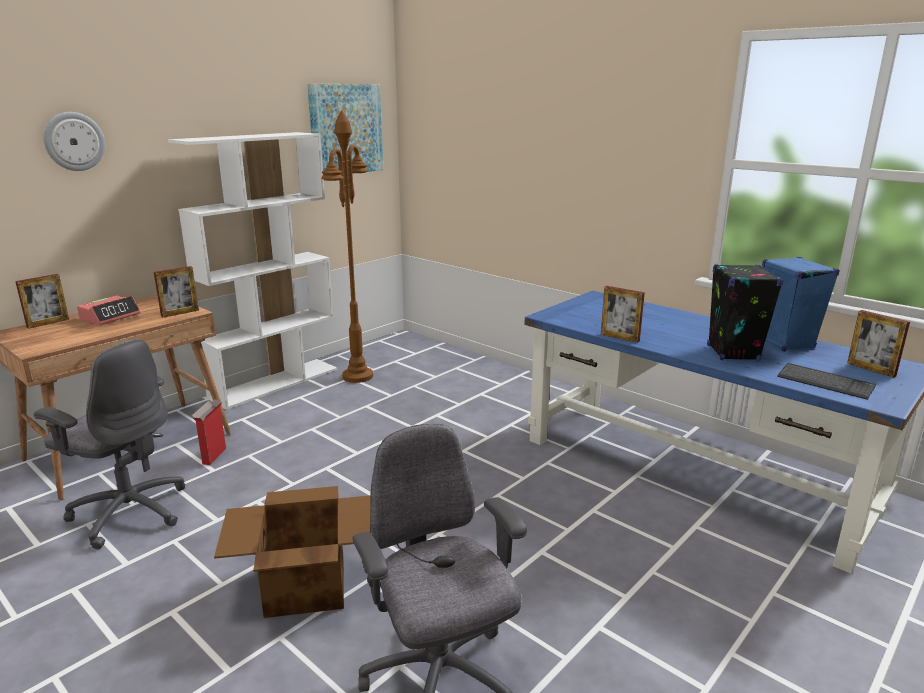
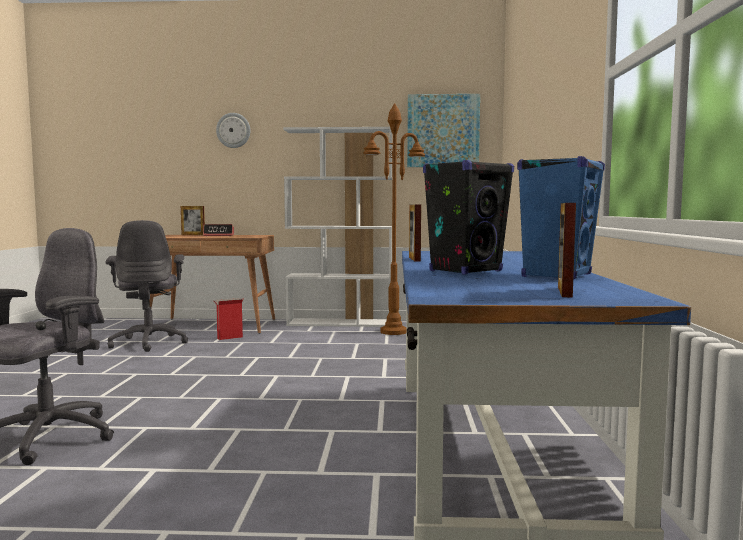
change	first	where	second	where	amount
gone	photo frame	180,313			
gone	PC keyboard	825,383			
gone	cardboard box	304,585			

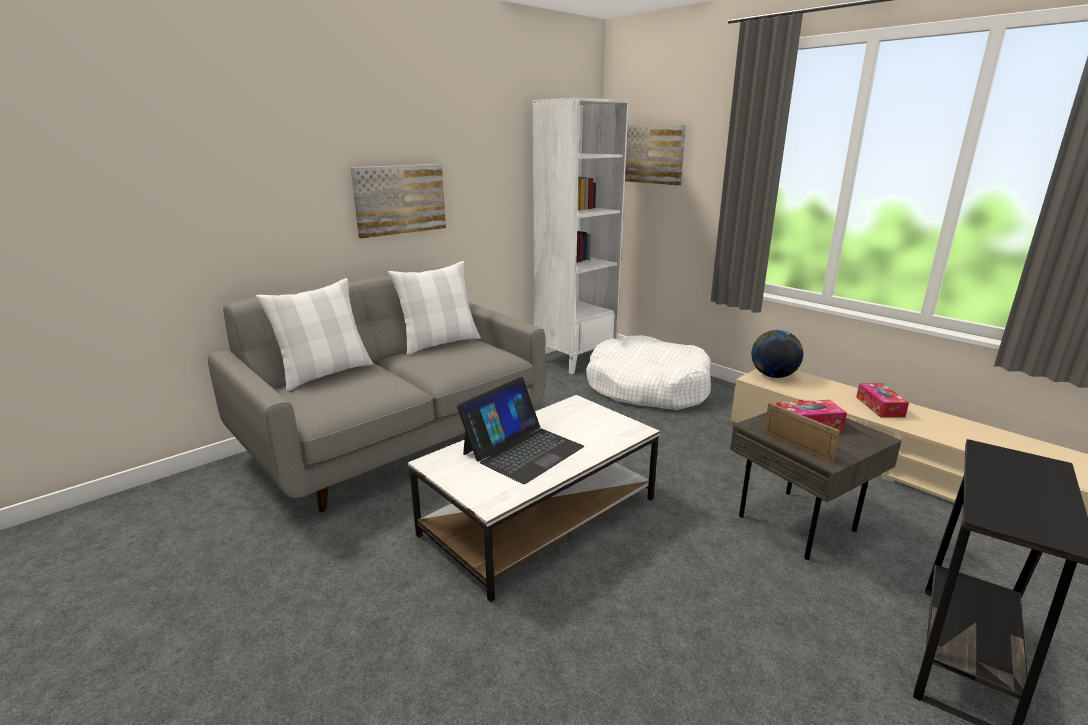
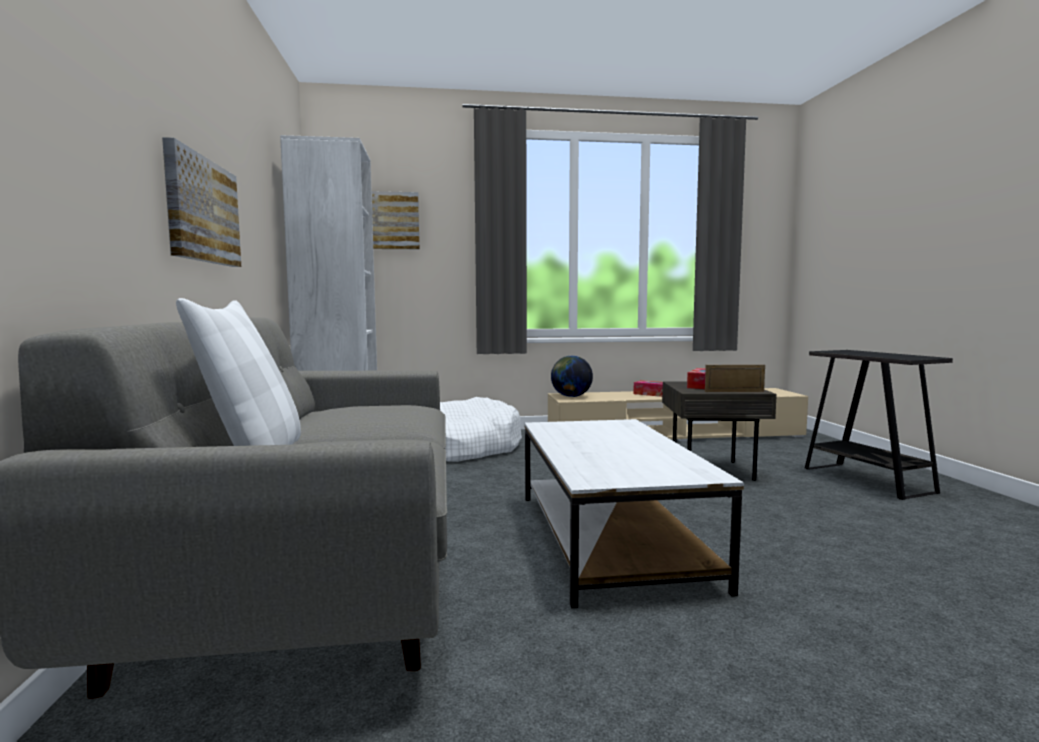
change	first	where	second	where	amount
gone	white throw pillow	439,343			
gone	notebook computer	522,450			

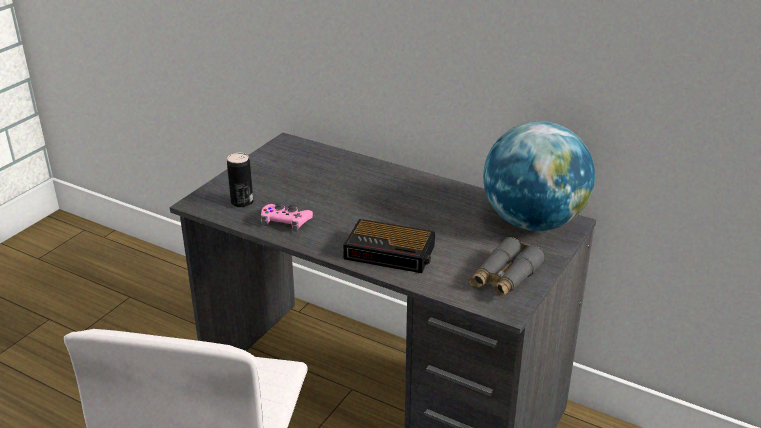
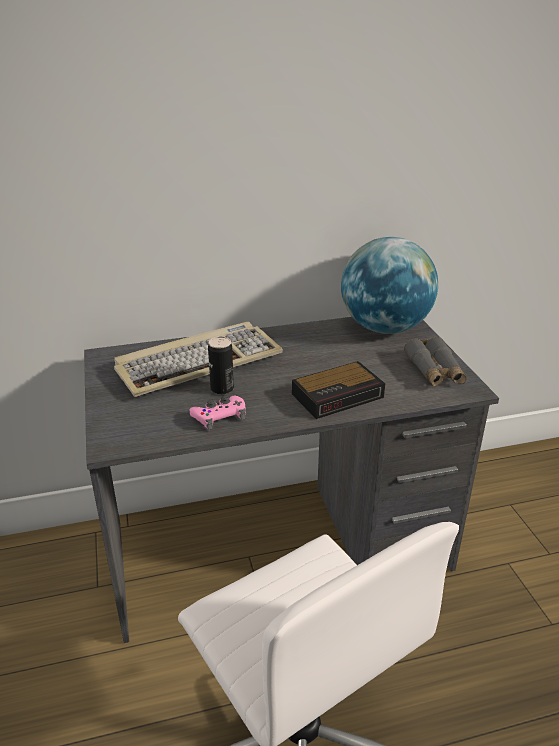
change	first	where	second	where	amount
shifted	sealed can	242,202		222,388	
new			PC keyboard	199,362	

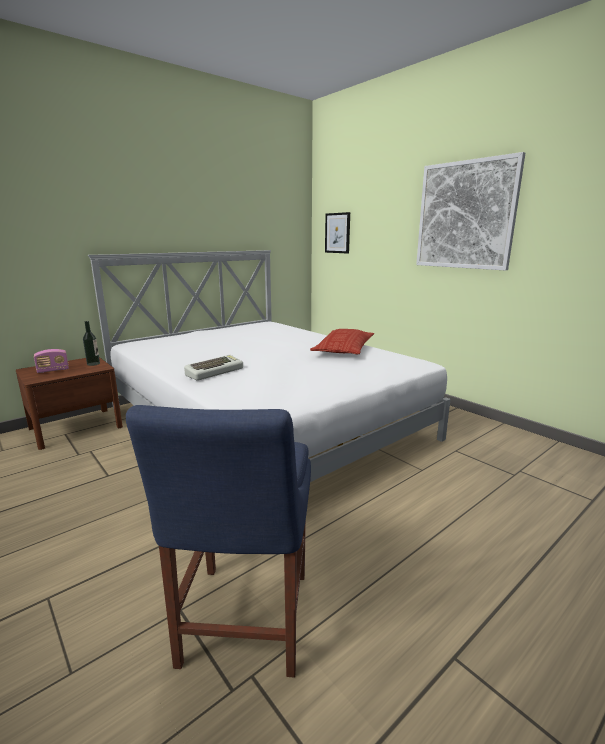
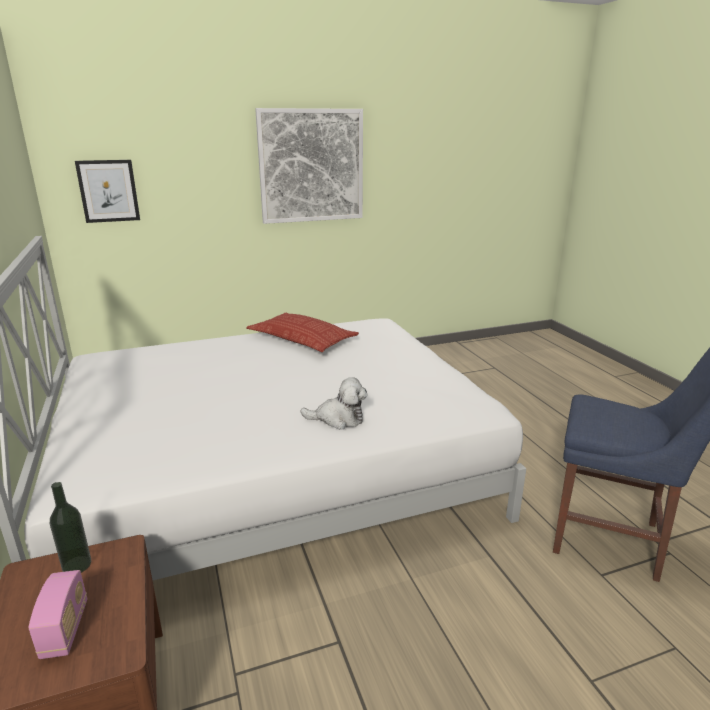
change	first	where	second	where	amount
swapped	PC keyboard	214,371	soft toy	338,419	

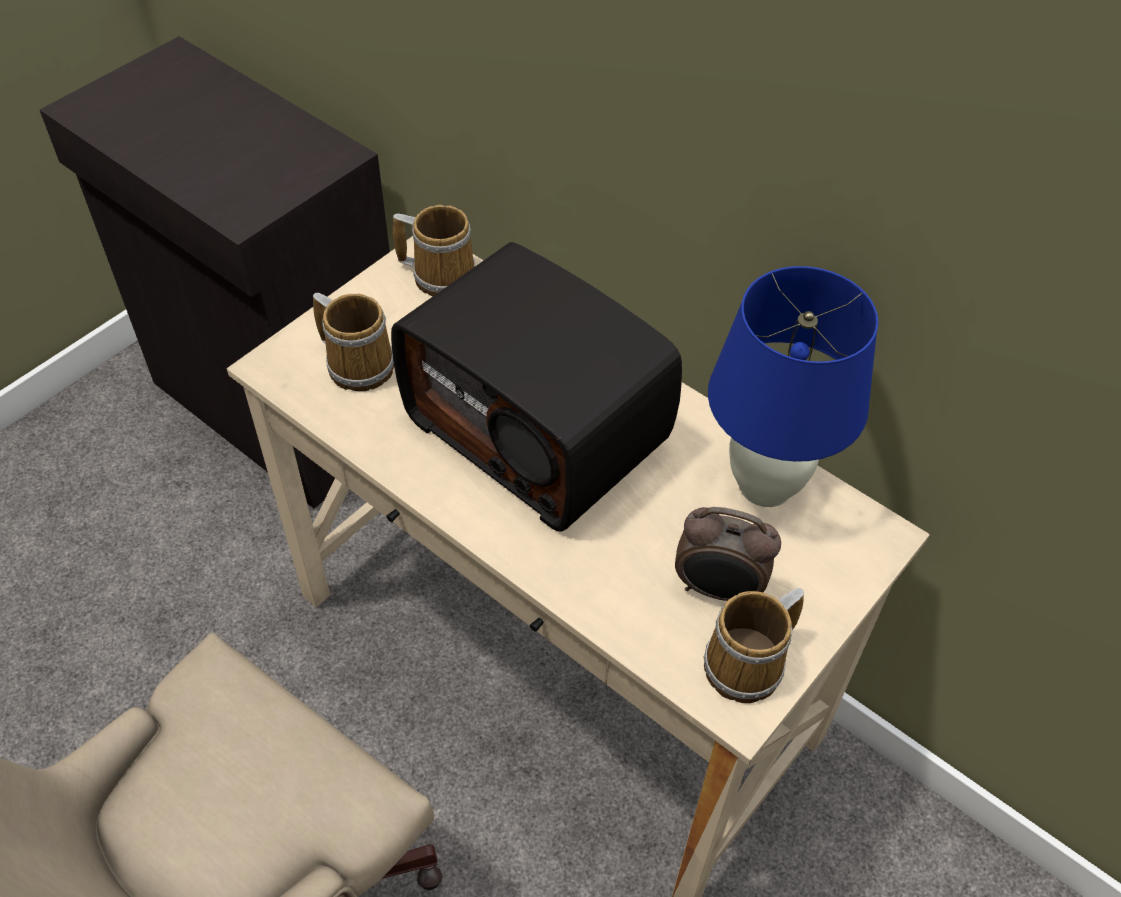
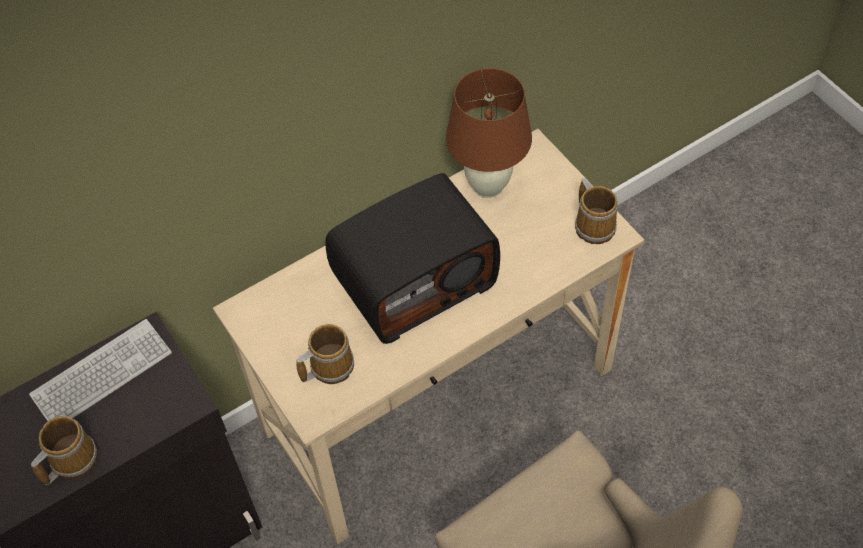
change	first	where	second	where	amount
shifted	mug	441,274		70,460	
repainted	blue table lamp	765,485	brown table lamp	487,186	
gone	bedside clock	718,590			
new			PC keyboard	102,375	

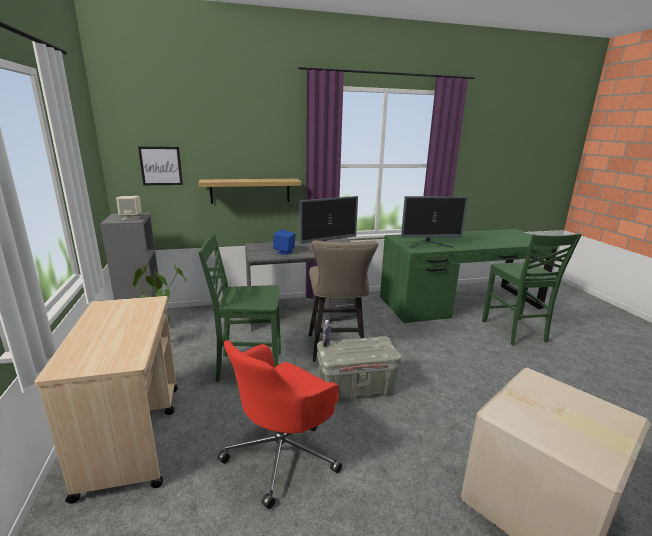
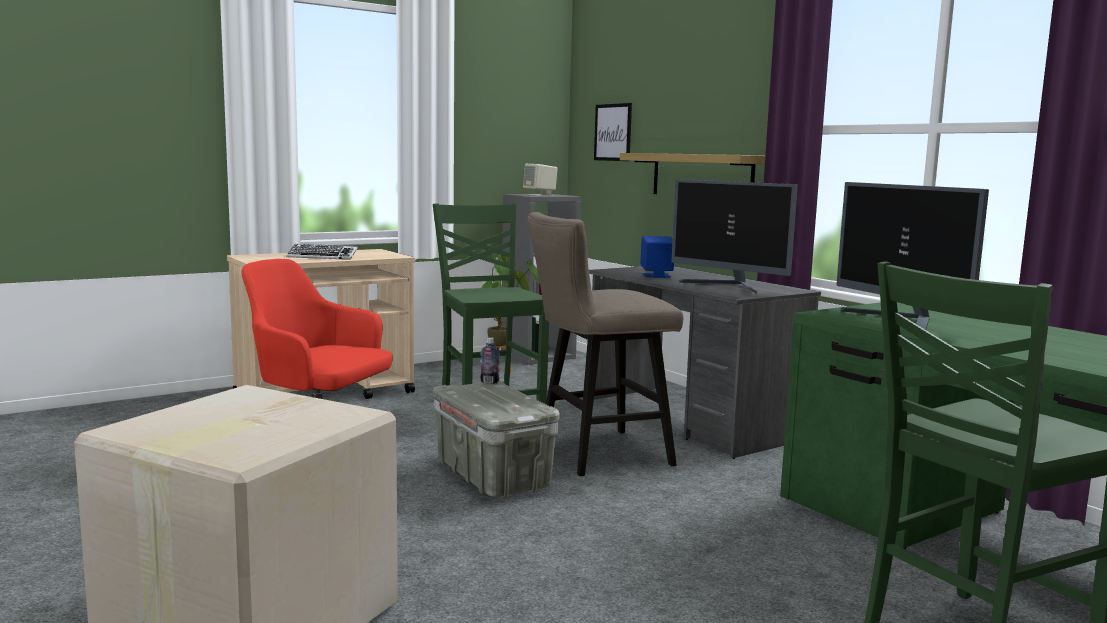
change	first	where	second	where	amount
new			PC keyboard	322,257	

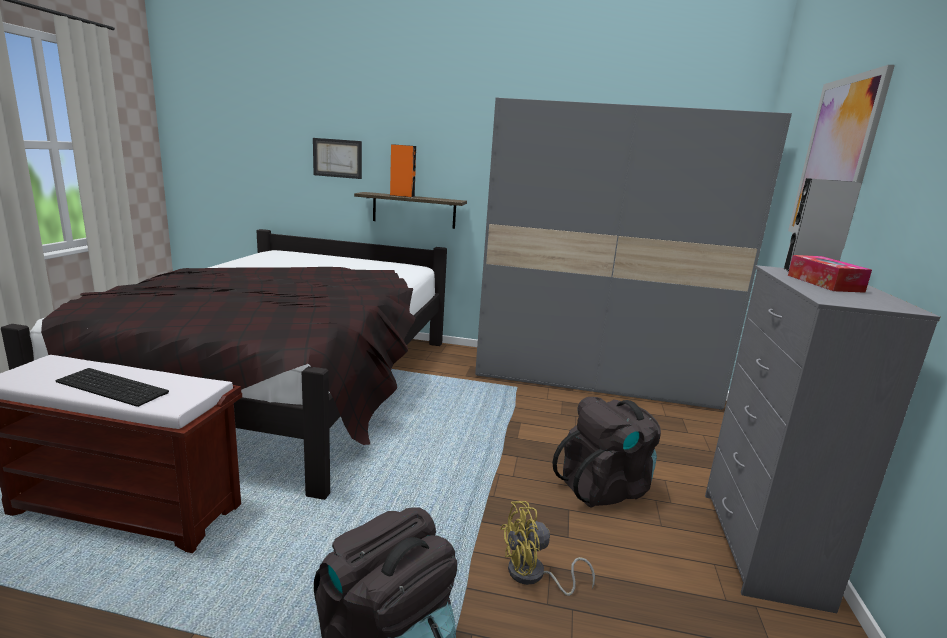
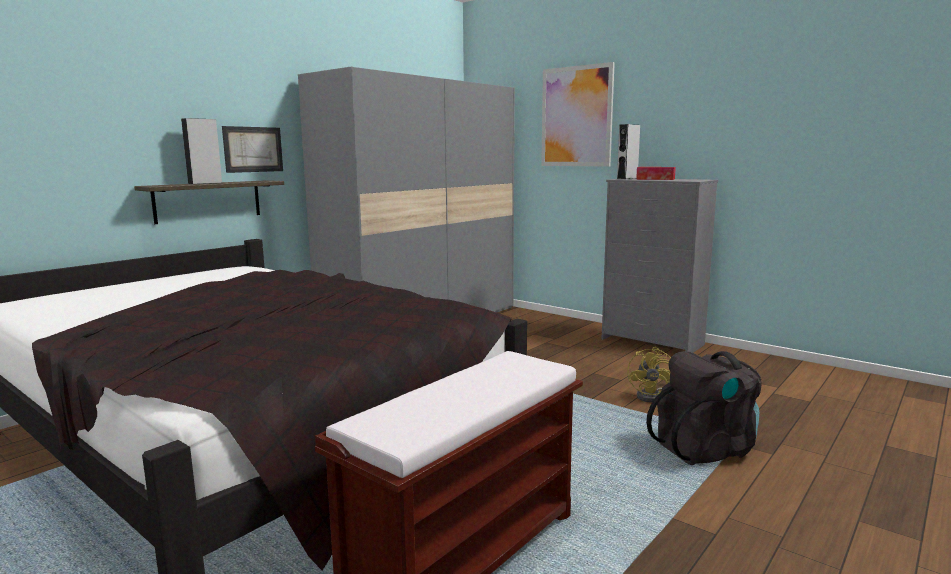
change	first	where	second	where	amount
shifted	picture	337,158		253,149	
repainted	orange speaker	402,196	gray speaker	205,183	
gone	PC keyboard	115,386			
gone	blackish knapsack	605,488			

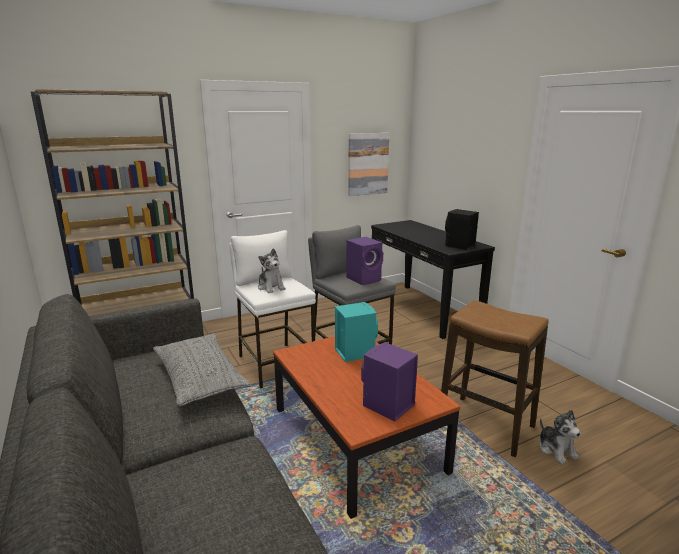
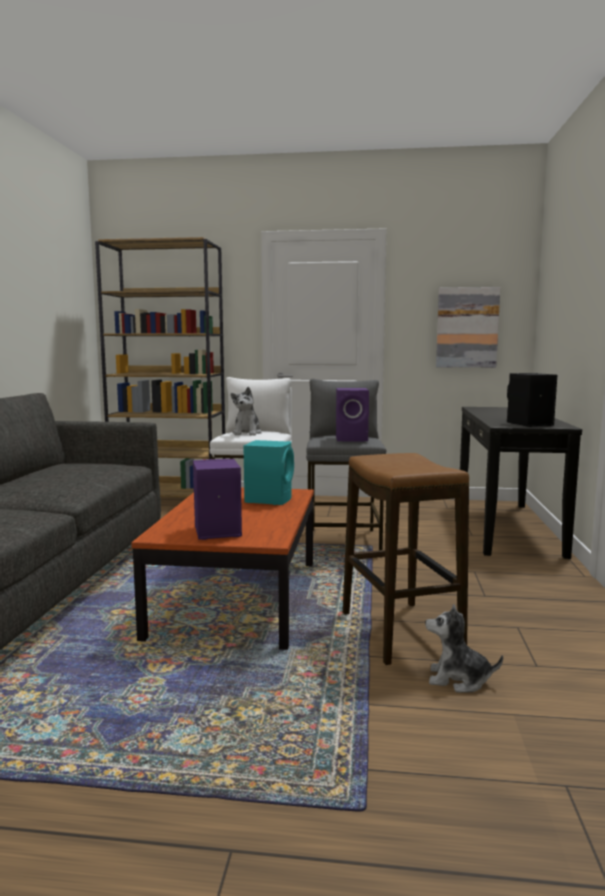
change	first	where	second	where	amount
gone	gray throw pillow	200,379			
rotated	soft toy	556,450		458,680	90 degrees clockwise

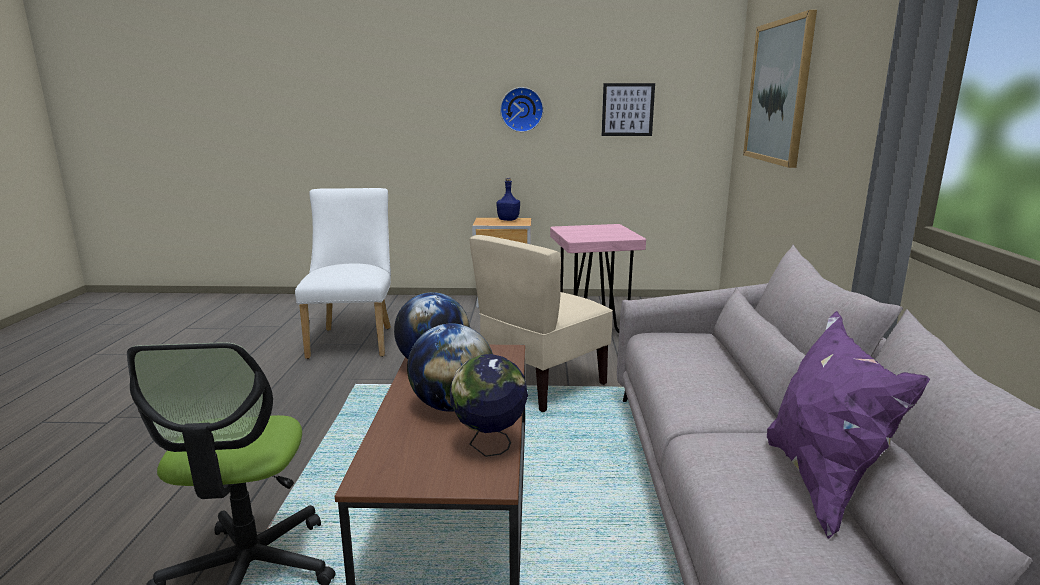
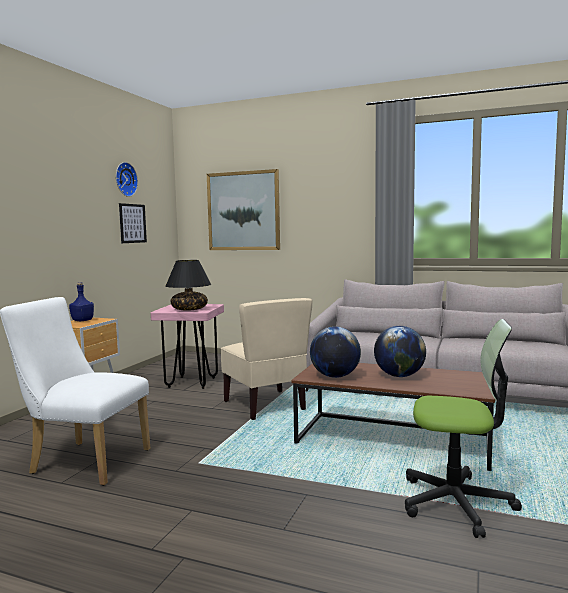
change	first	where	second	where	amount
shifted	clock on the wall	521,109		124,179	
gone	purple throw pillow	821,483			
gone	world globe	489,446			
new			blackish table lamp	189,309	

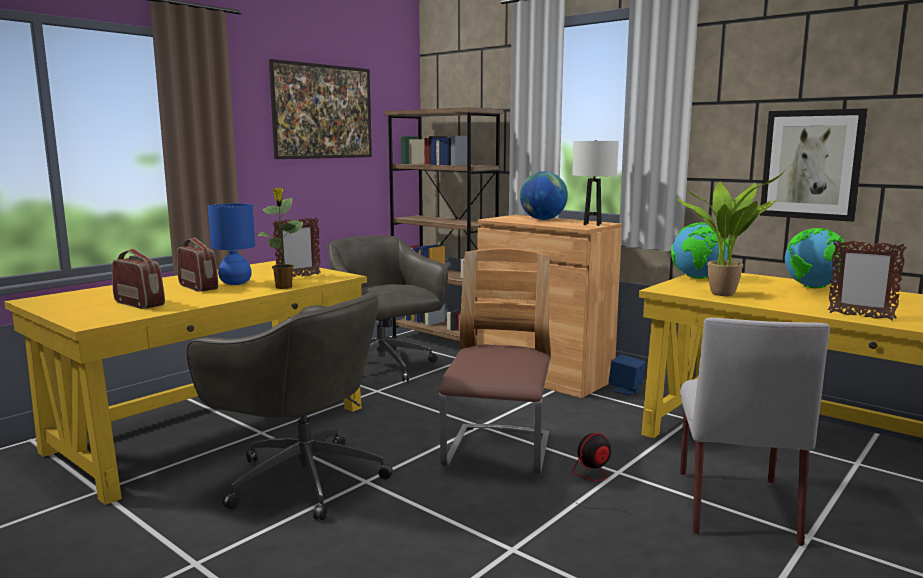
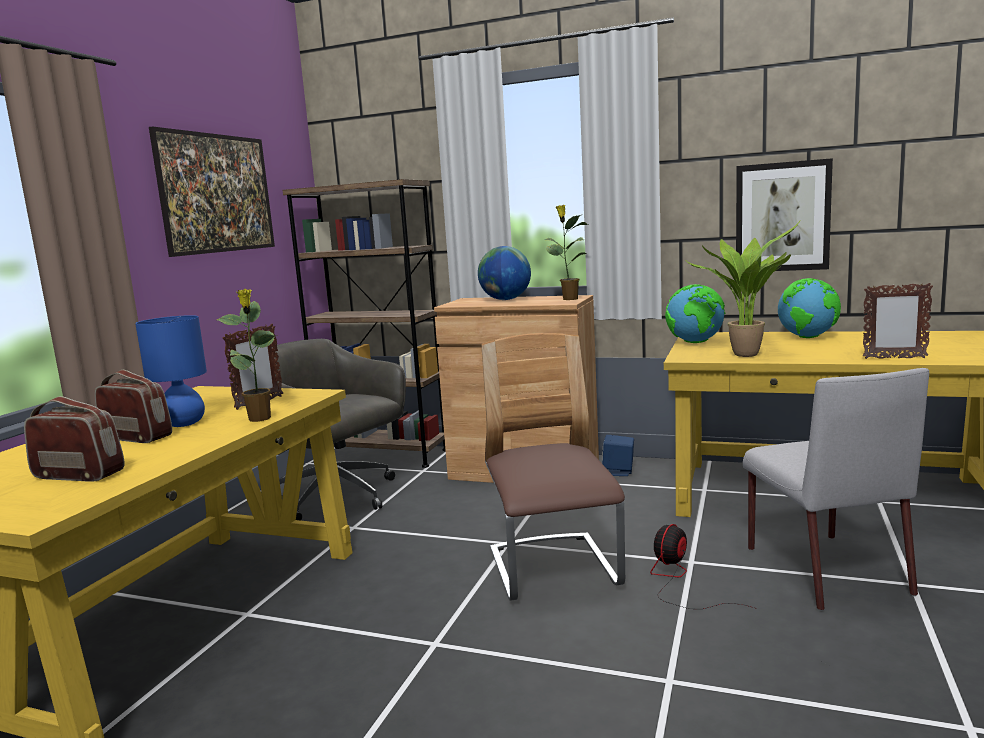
change	first	where	second	where	amount
swapped	white table lamp	592,224	houseplant	569,299	
gone	gray computer chair	302,478			

